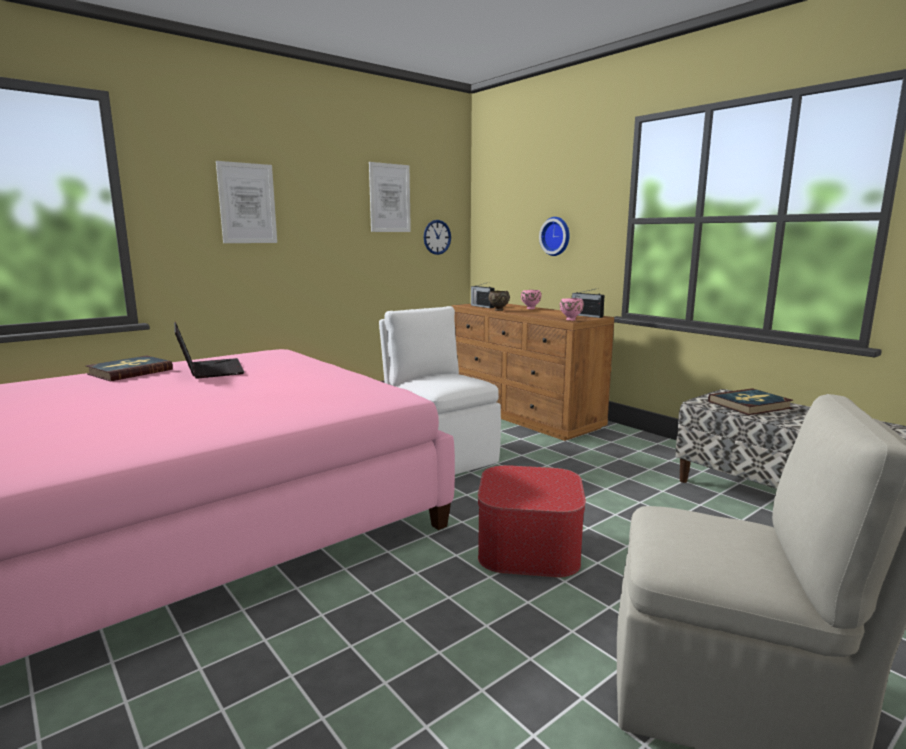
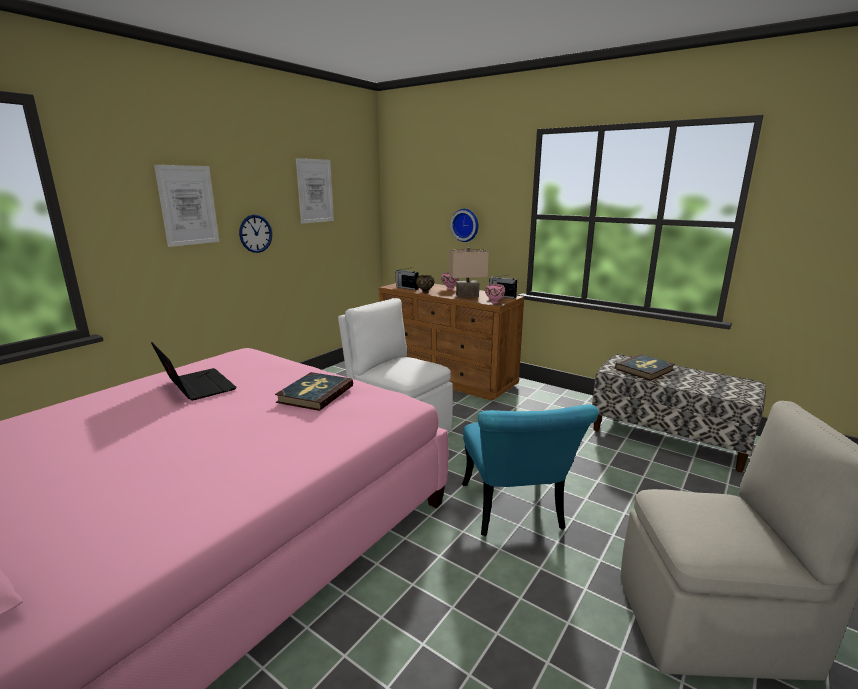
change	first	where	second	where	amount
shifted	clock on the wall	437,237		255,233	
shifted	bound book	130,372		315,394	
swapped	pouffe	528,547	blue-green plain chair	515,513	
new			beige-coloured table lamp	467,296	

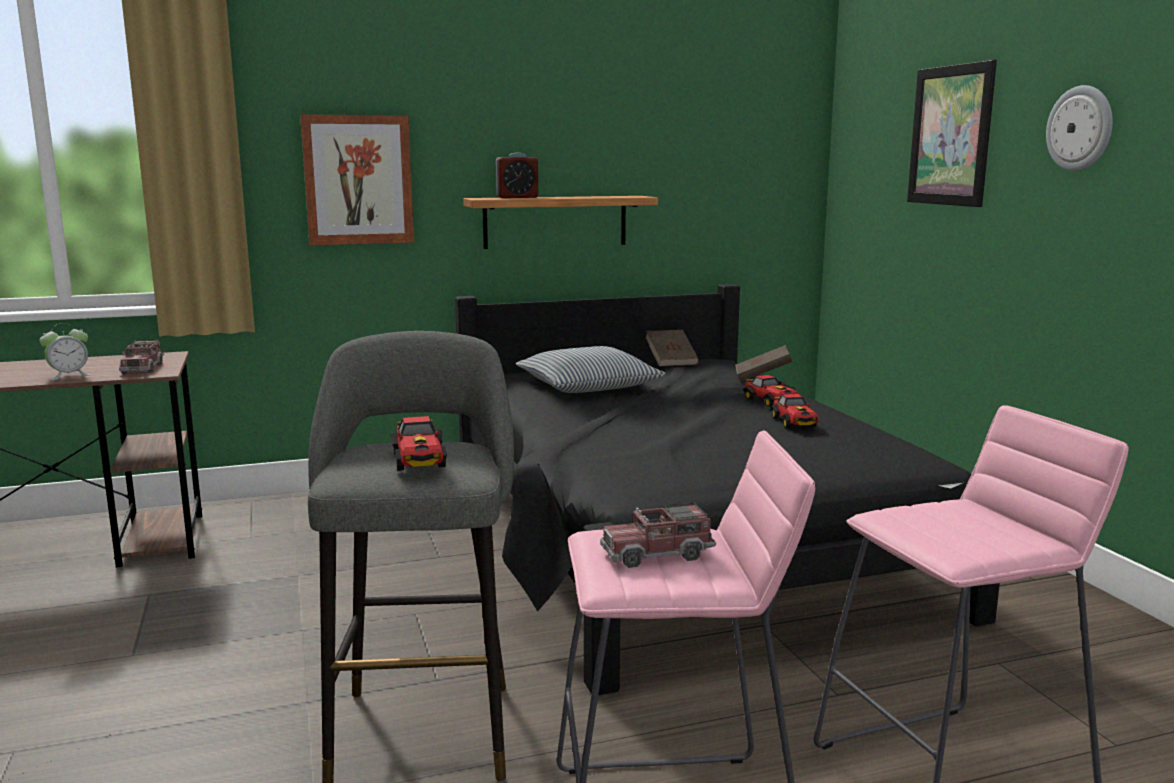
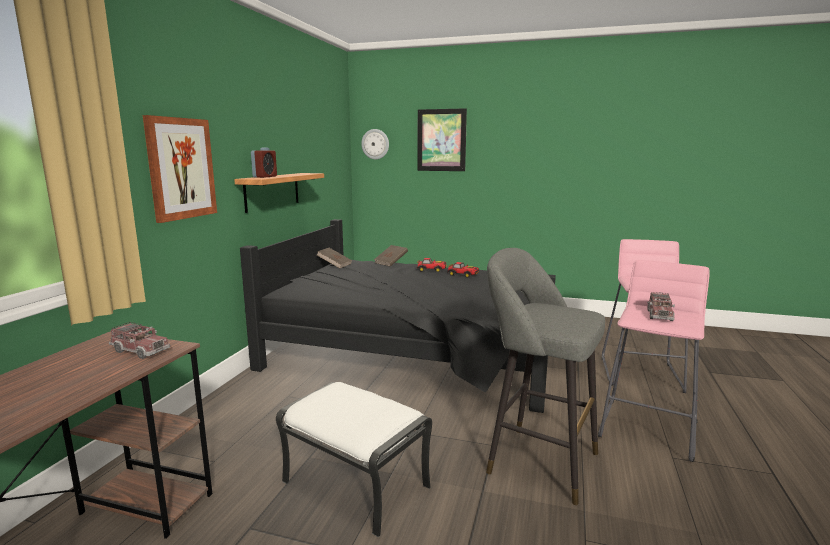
change	first	where	second	where	amount
shifted	clock on the wall	1080,128		375,144	
gone	bedside clock	69,376			
gone	throw pillow	588,386			
gone	miniature car	419,461			
new			white pouffe	357,484	

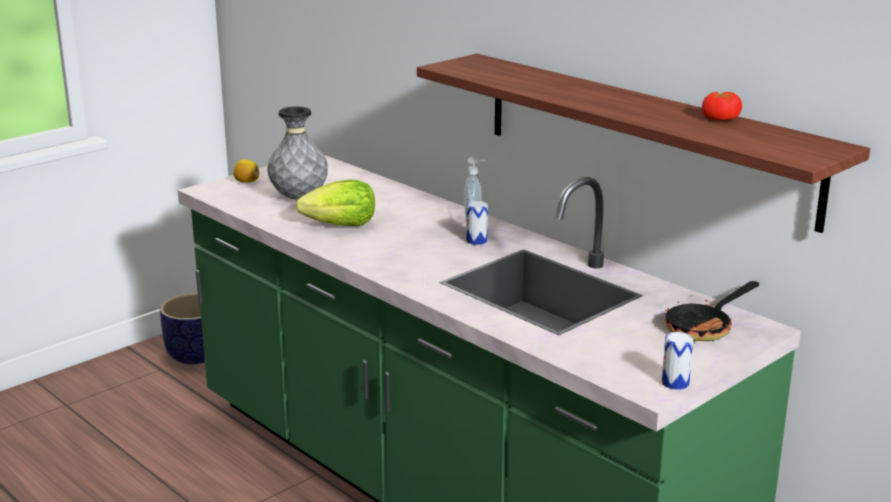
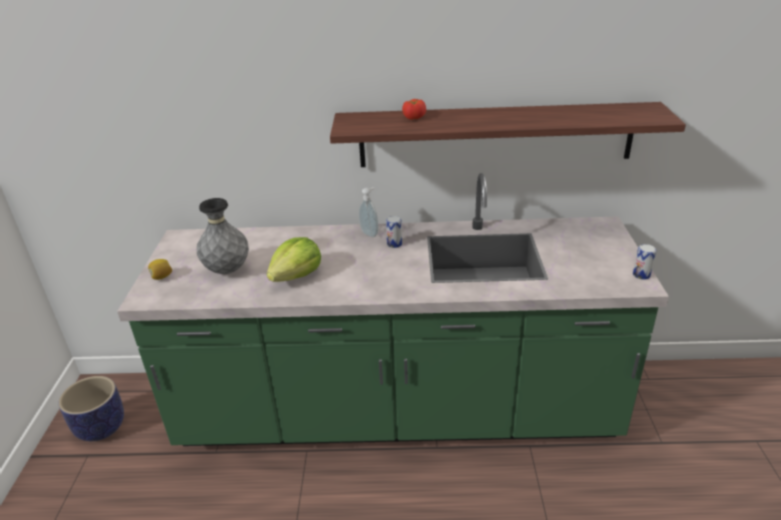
change	first	where	second	where	amount
shifted	tomato	719,118		413,117	
gone	pan	704,327			

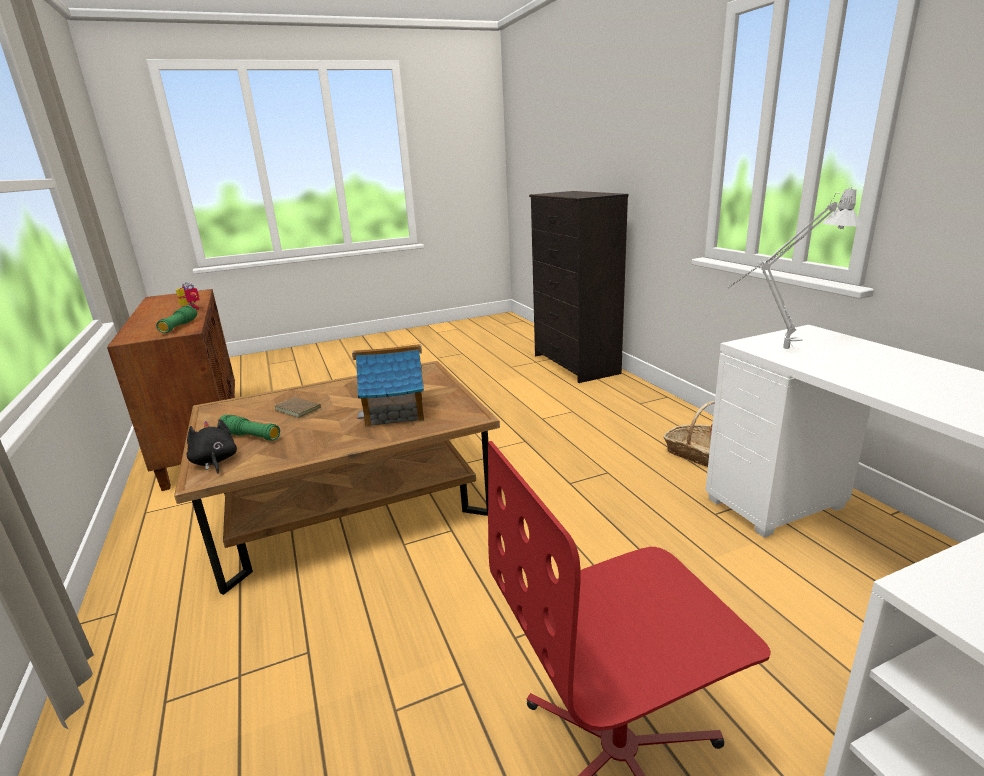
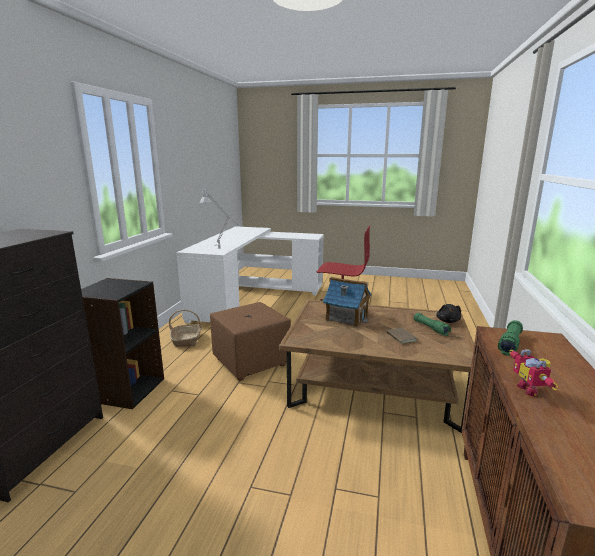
change	first	where	second	where	amount
new			blackish shelving unit	125,389	
new			brown pouffe	251,361	

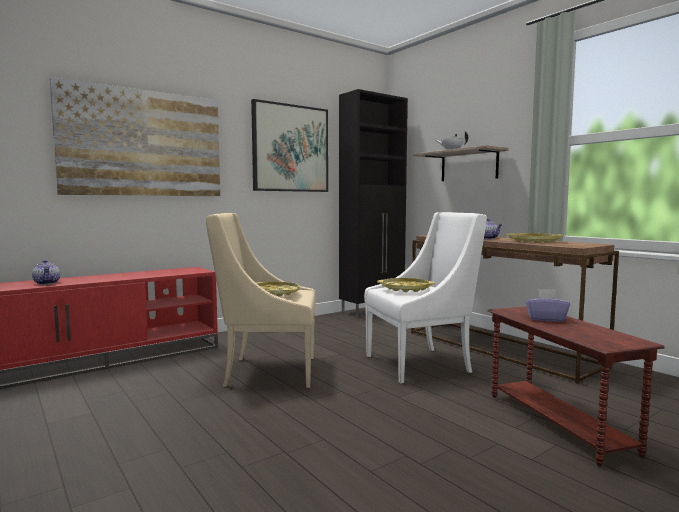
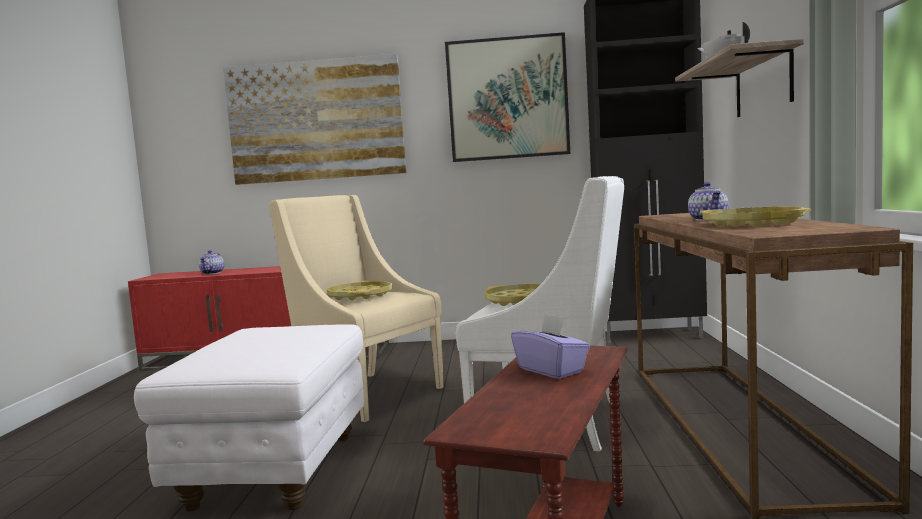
change	first	where	second	where	amount
new			white pouffe	277,471	

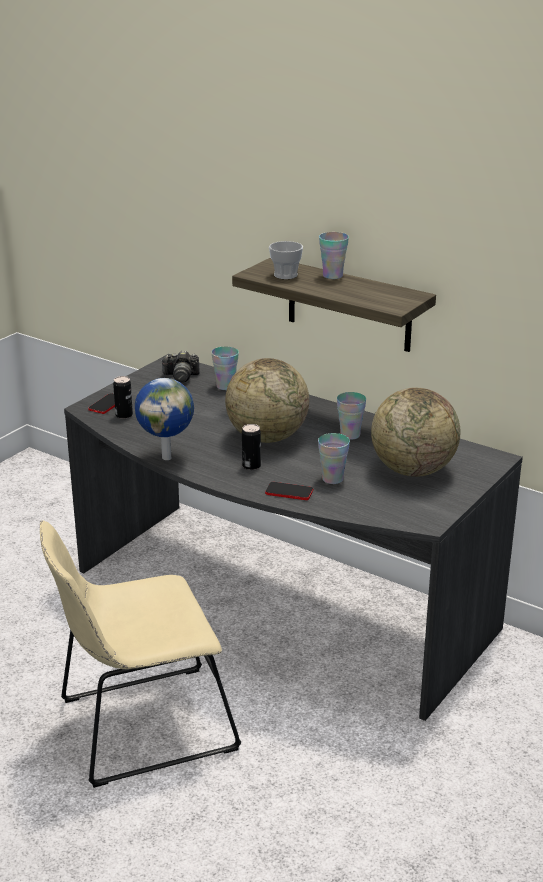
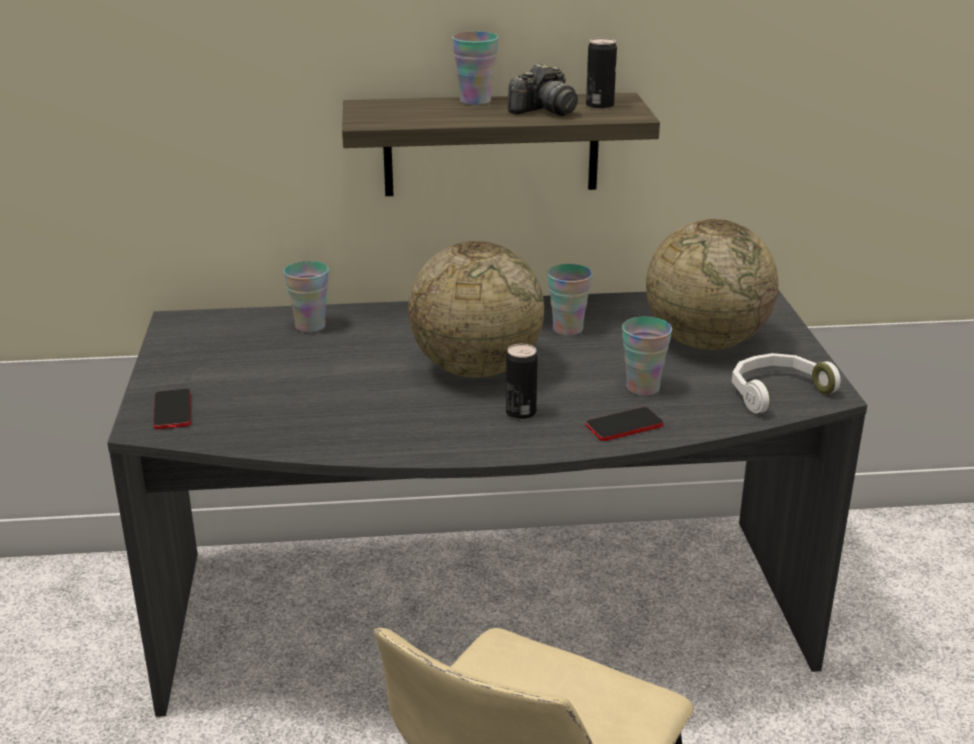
change	first	where	second	where	amount
gone	small cup	285,275			
shifted	still camera	181,376		544,111	
shifted	sealed can	124,415		599,106	
gone	world globe	167,457			
new			white headphones	775,391	

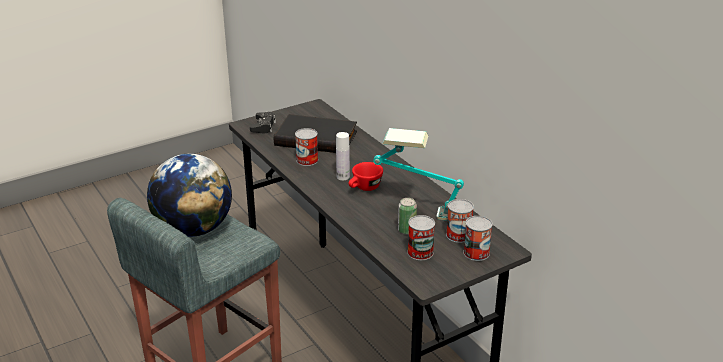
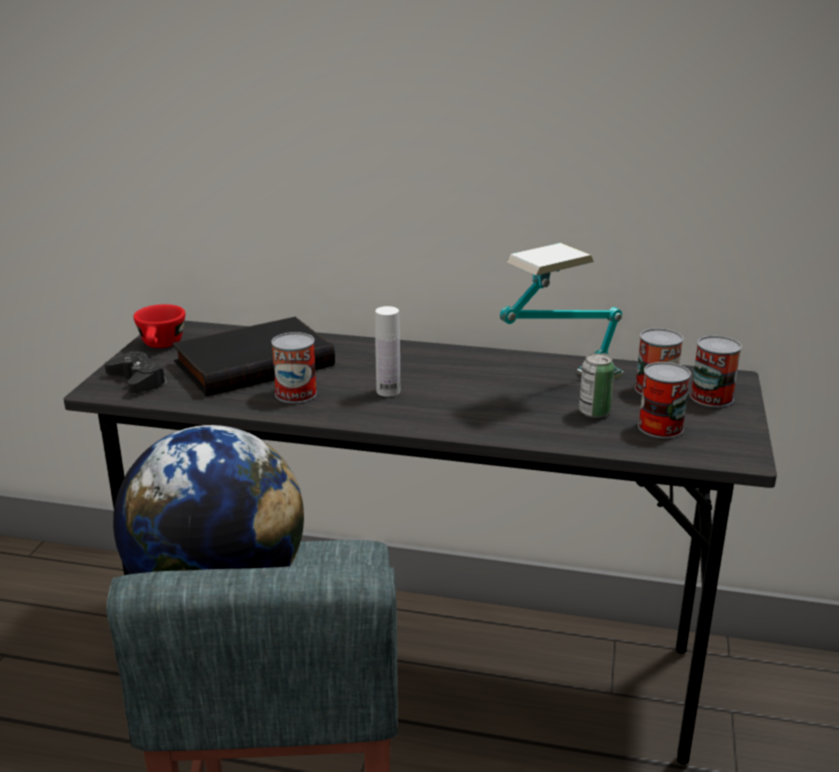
change	first	where	second	where	amount
shifted	red small cup	364,188		161,346	

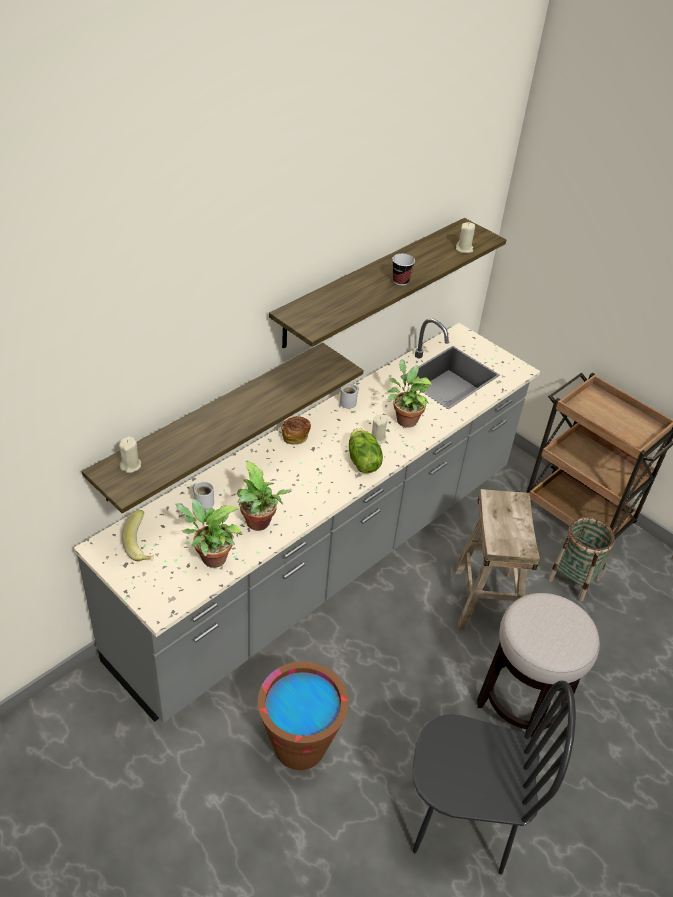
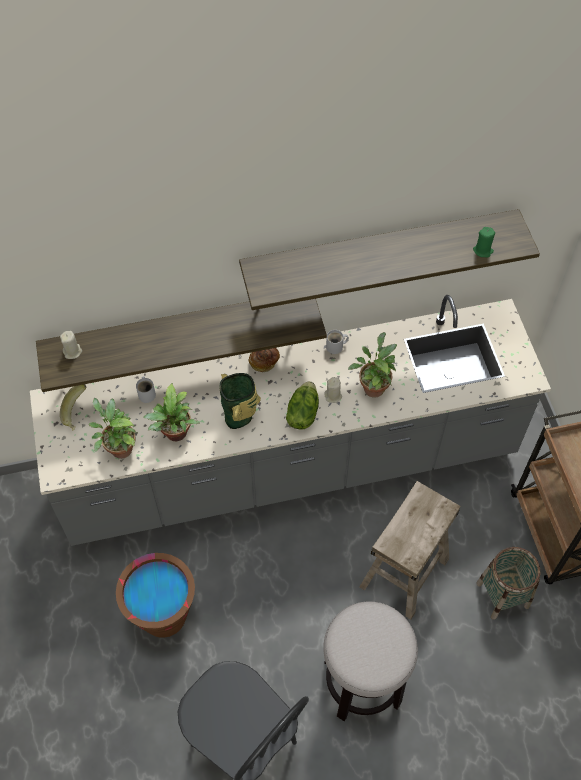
change	first	where	second	where	amount
repainted	beige-coloured candle	464,249	green candle	483,250	
gone	small cup	400,281			
new			decorative vase	240,417	

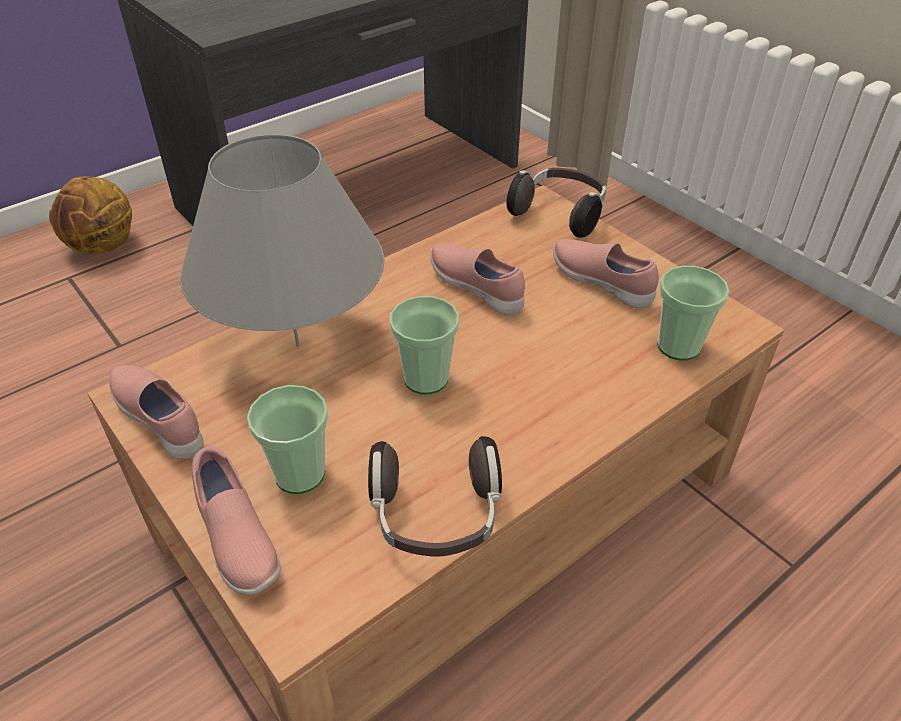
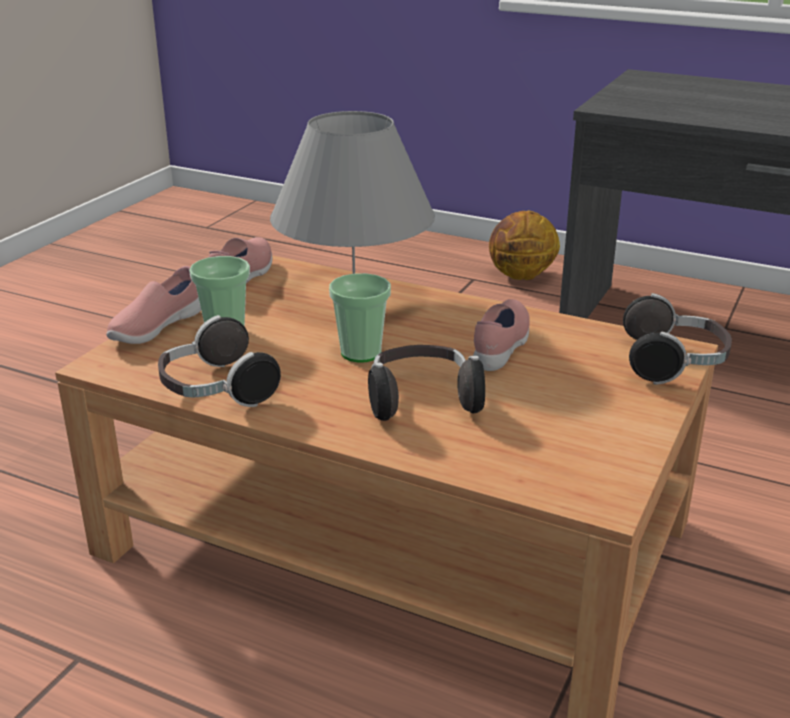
change	first	where	second	where	amount
gone	pinkish shoe	602,283			
gone	small cup	678,346			
new			headphones	422,401	

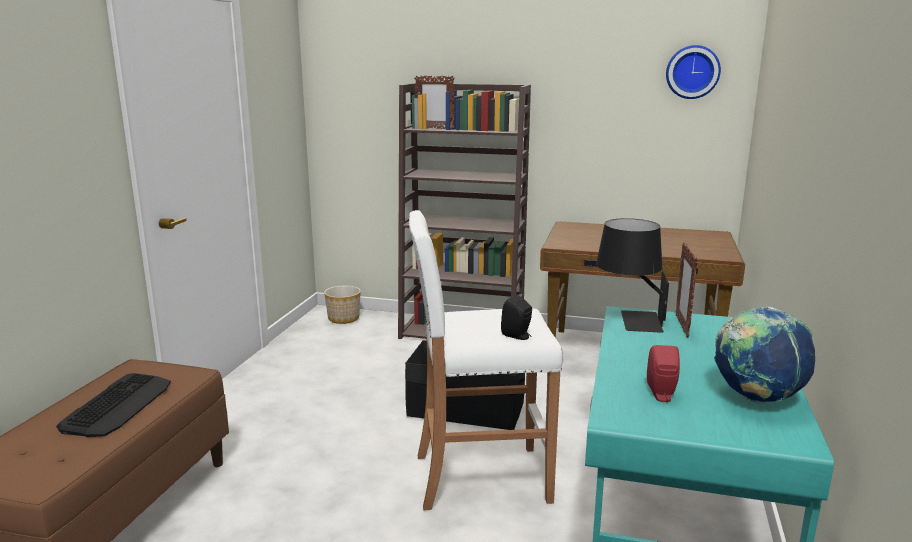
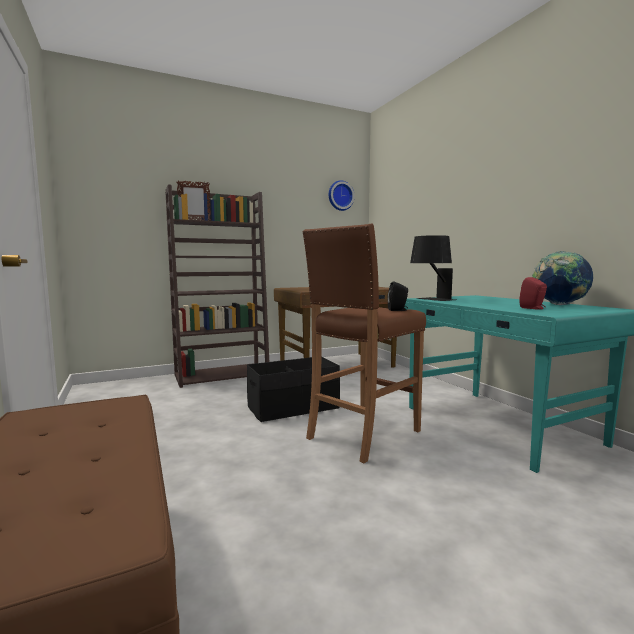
change	first	where	second	where	amount
repainted	white stool seat	479,477	brown stool seat	362,435	
gone	photo frame	682,326			
gone	planter	344,318			
gone	PC keyboard	118,405			

